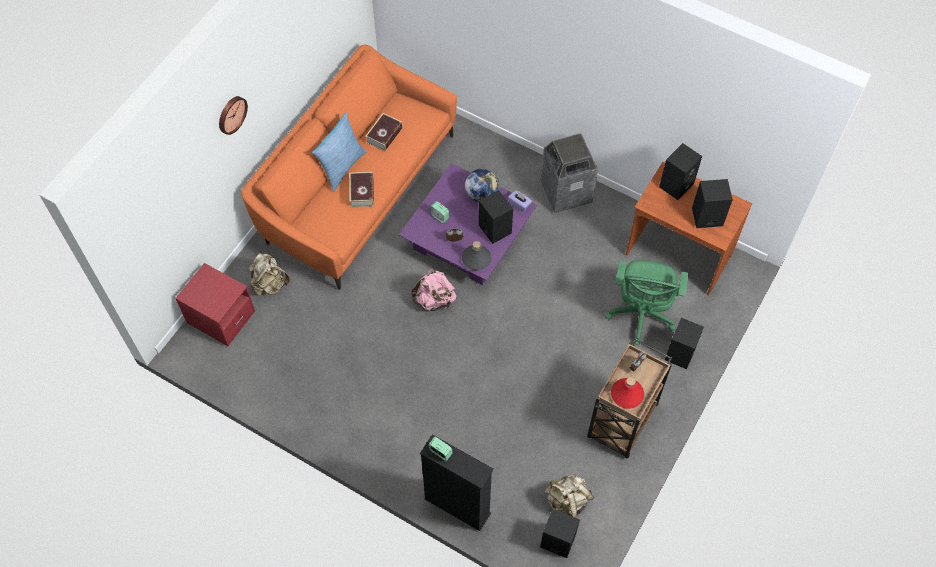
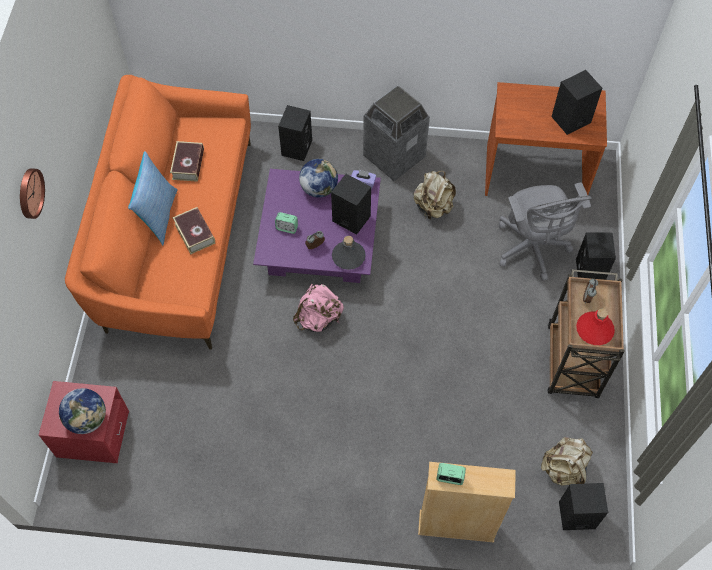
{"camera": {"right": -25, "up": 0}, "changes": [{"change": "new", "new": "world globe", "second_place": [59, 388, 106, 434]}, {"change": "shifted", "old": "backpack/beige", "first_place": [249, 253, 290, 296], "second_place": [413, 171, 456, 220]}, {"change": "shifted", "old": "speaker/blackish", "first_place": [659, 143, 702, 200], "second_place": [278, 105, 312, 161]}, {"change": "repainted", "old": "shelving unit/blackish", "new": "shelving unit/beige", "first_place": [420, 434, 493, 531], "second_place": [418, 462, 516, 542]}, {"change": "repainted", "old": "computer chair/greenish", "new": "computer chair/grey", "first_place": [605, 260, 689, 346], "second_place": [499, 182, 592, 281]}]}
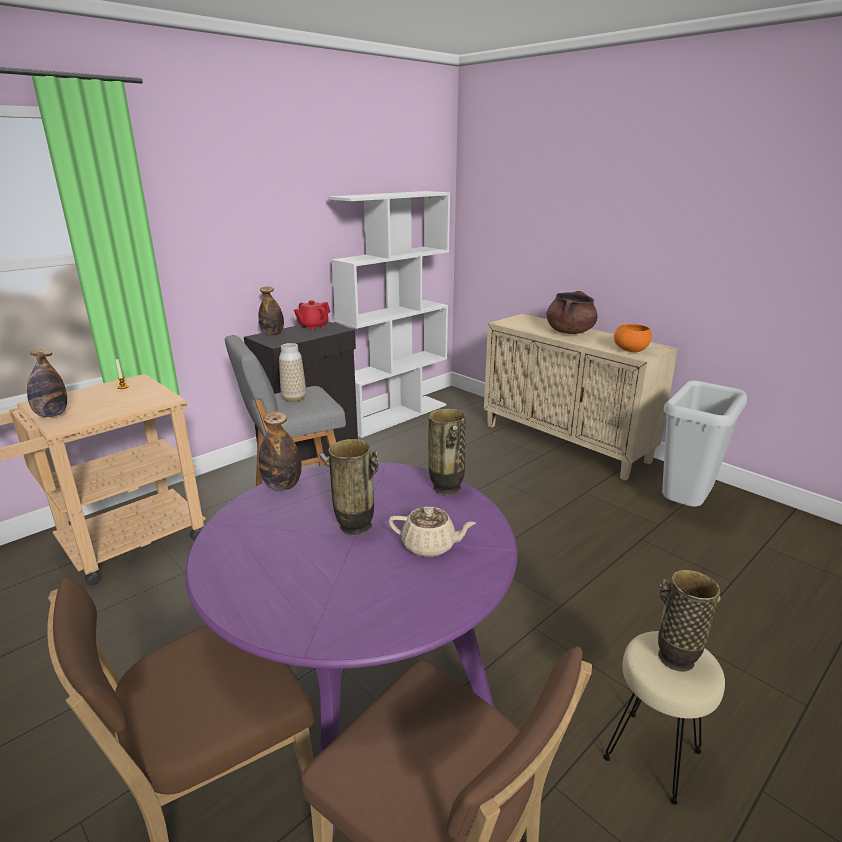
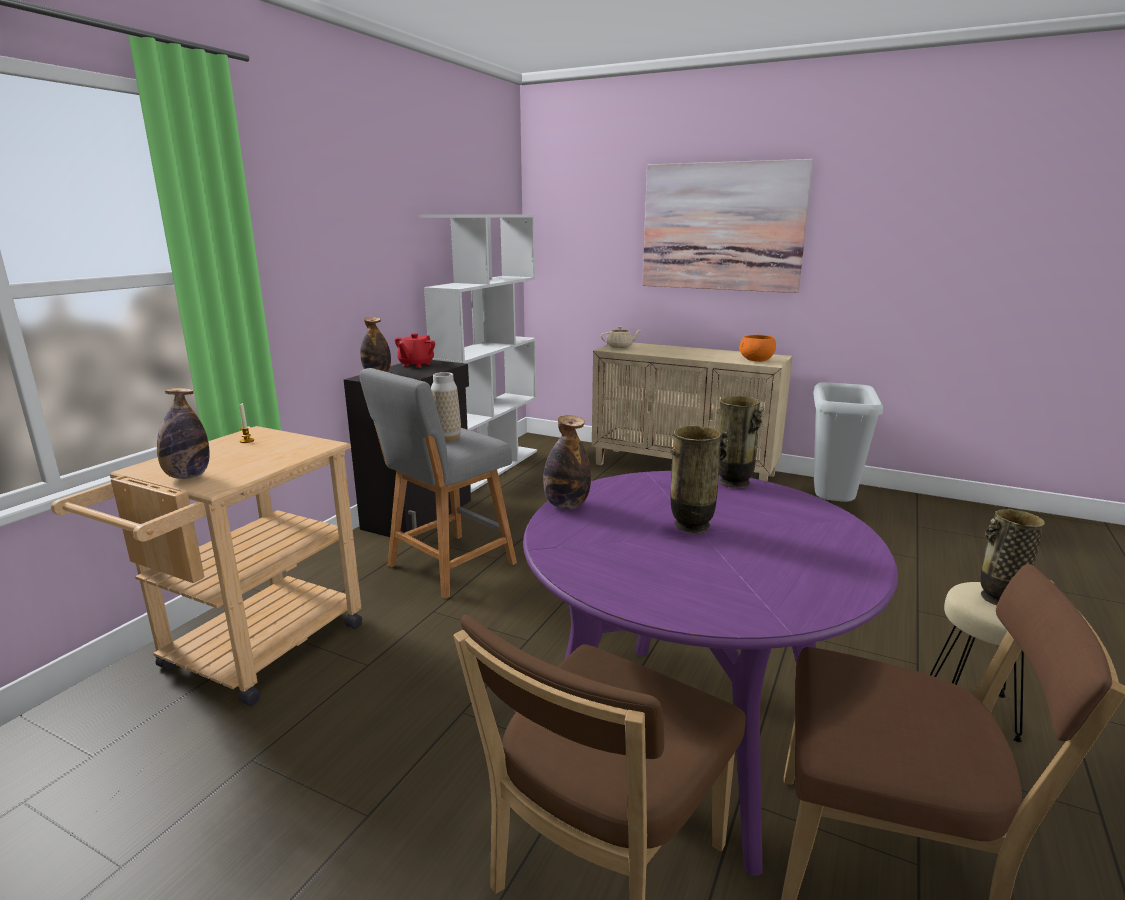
{"camera": {"right": -20, "up": -5}, "changes": [{"change": "gone", "old": "cooking pot/brown-coloured", "first_place": [546, 291, 598, 334]}, {"change": "new", "new": "picture", "second_place": [642, 159, 814, 293]}, {"change": "shifted", "old": "tea pot/beige", "first_place": [389, 507, 476, 557], "second_place": [601, 326, 642, 348]}]}
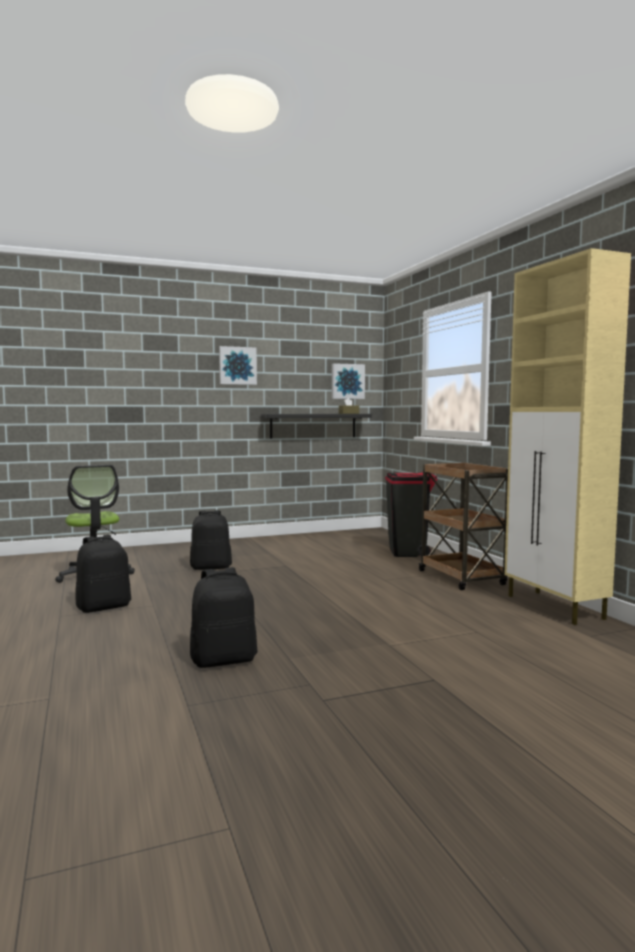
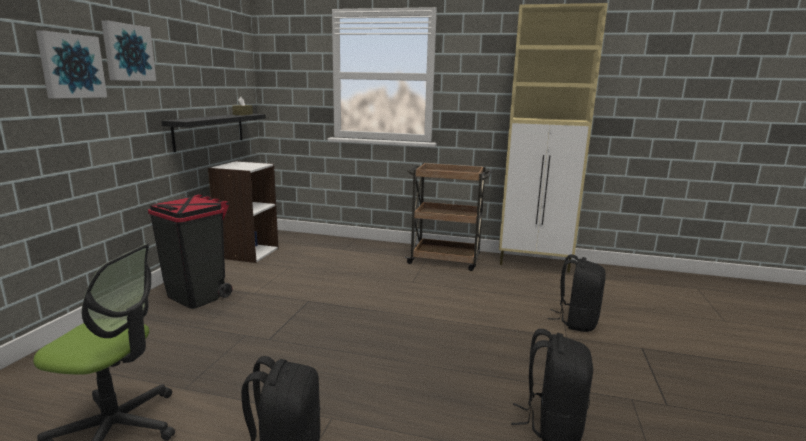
{"camera": {"right": -55, "up": 10}, "changes": [{"change": "new", "new": "shelving unit/white", "second_place": [208, 161, 278, 263]}, {"change": "shifted", "old": "backpack/blackish", "first_place": [190, 510, 232, 570], "second_place": [548, 254, 606, 332]}, {"change": "shifted", "old": "picture", "first_place": [332, 363, 365, 399], "second_place": [36, 30, 107, 98]}, {"change": "shifted", "old": "rubbish bin/blackish", "first_place": [385, 472, 438, 557], "second_place": [148, 195, 233, 309]}]}
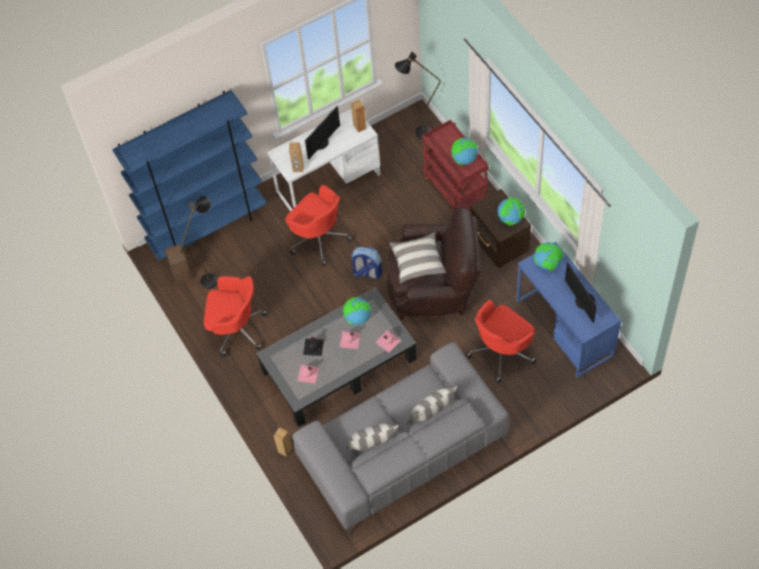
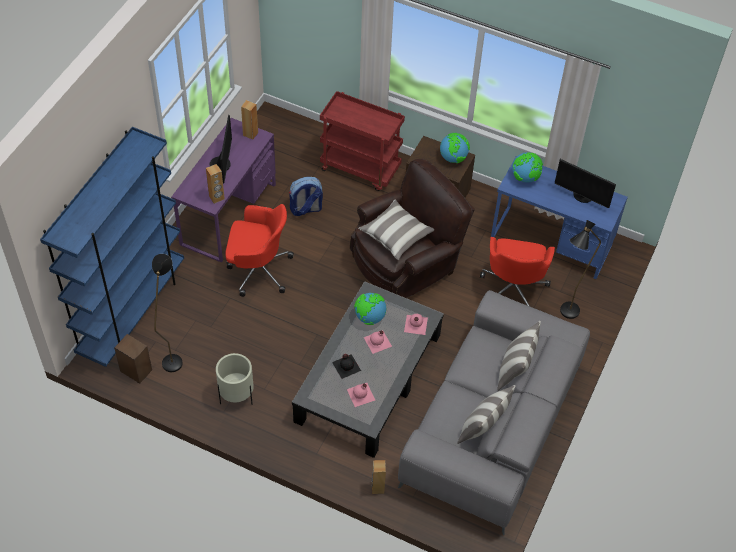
{"camera": {"right": -40, "up": -5}, "changes": [{"change": "gone", "old": "world globe", "first_place": [451, 138, 478, 165]}, {"change": "shifted", "old": "backpack", "first_place": [351, 247, 383, 280], "second_place": [289, 177, 323, 216]}, {"change": "shifted", "old": "standing lamp/blackish", "first_place": [395, 51, 441, 139], "second_place": [560, 220, 601, 319]}, {"change": "swapped", "old": "computer chair/red-coloured", "new": "plant pot/beige", "first_place": [204, 276, 267, 357], "second_place": [216, 353, 254, 405]}, {"change": "repainted", "old": "desk table/white", "new": "desk table/purple", "first_place": [267, 109, 381, 211], "second_place": [171, 118, 276, 263]}]}
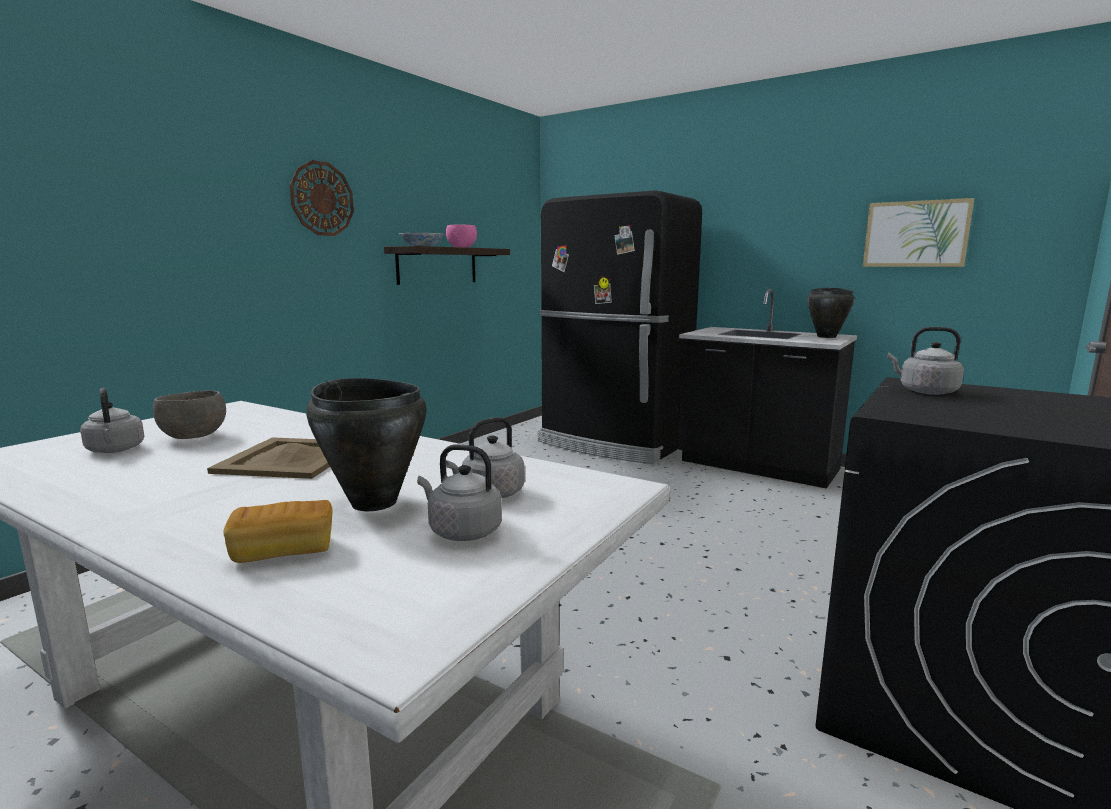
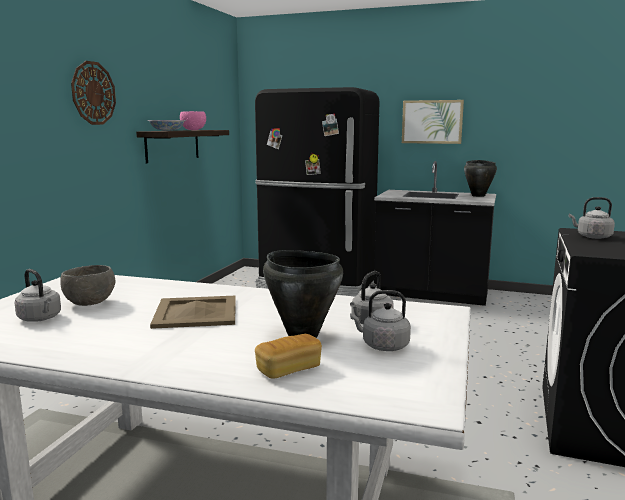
{"camera": {"right": -15, "up": 0}, "changes": [{"change": "shifted", "old": "picture", "first_place": [863, 198, 974, 267], "second_place": [402, 100, 464, 144]}]}
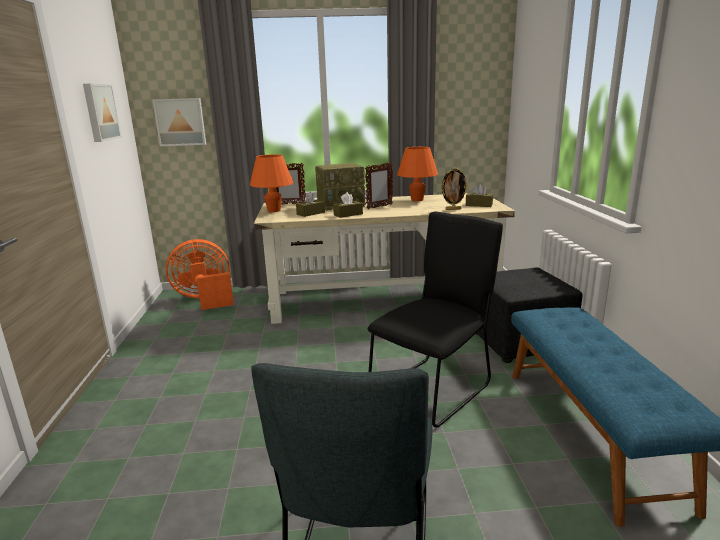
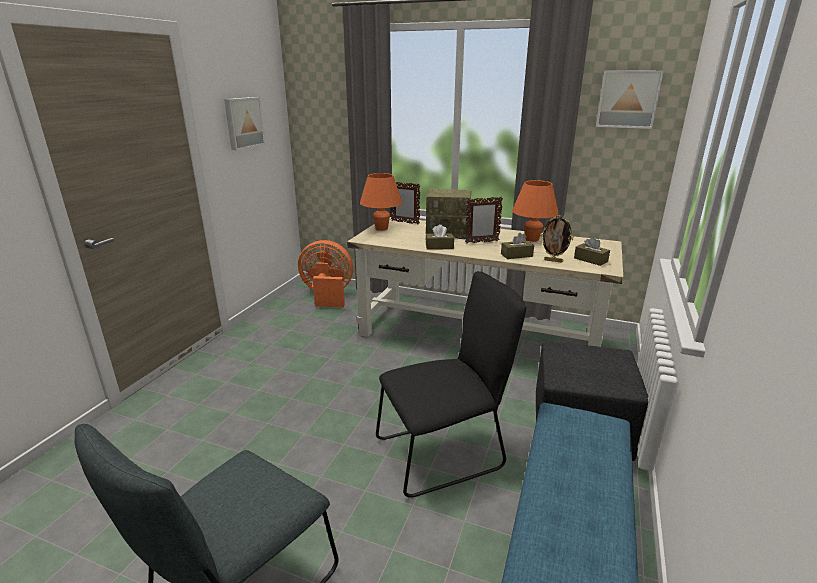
{"camera": {"right": 25, "up": 5}, "changes": [{"change": "shifted", "old": "picture", "first_place": [152, 98, 206, 146], "second_place": [596, 71, 664, 129]}, {"change": "shifted", "old": "tissue holder/brown-coloured", "first_place": [296, 192, 325, 217], "second_place": [501, 233, 534, 259]}]}
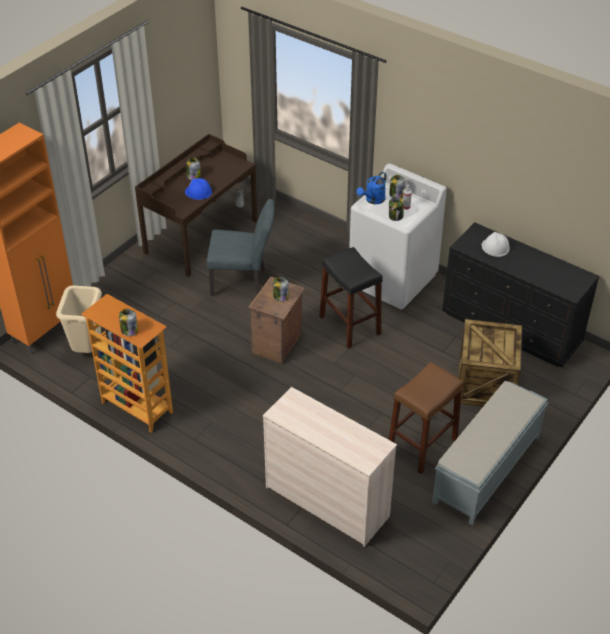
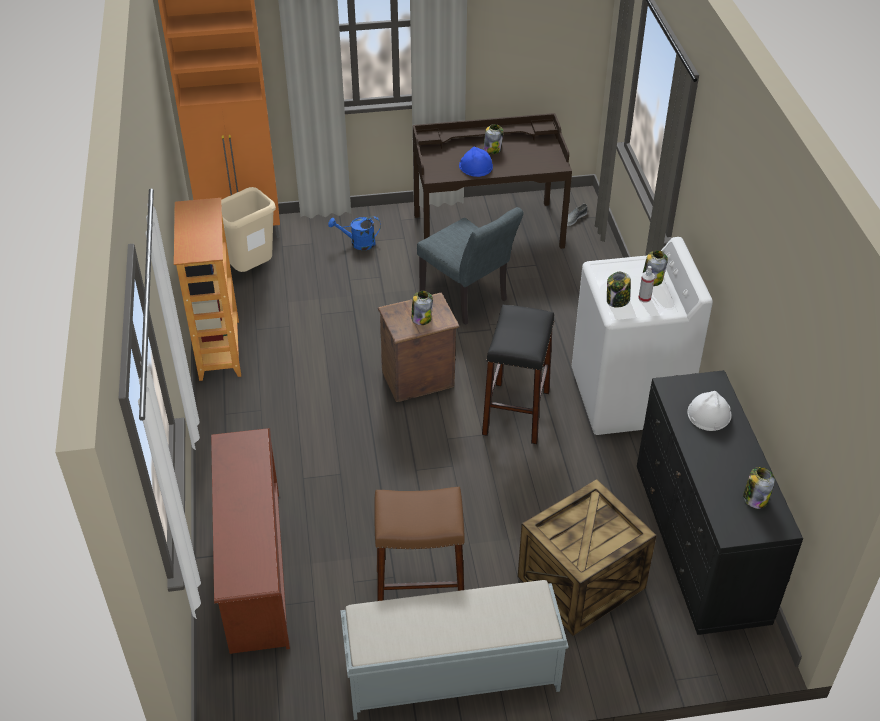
{"camera": {"right": 45, "up": 0}, "changes": [{"change": "shifted", "old": "storage jar", "first_place": [119, 309, 138, 336], "second_place": [743, 467, 775, 509]}, {"change": "shifted", "old": "sprinkling can/blue", "first_place": [356, 172, 387, 204], "second_place": [328, 216, 381, 250]}, {"change": "swapped", "old": "chest of drawers/beige", "new": "shoe shelf/brown-coloured", "first_place": [263, 387, 397, 547], "second_place": [211, 428, 290, 654]}]}
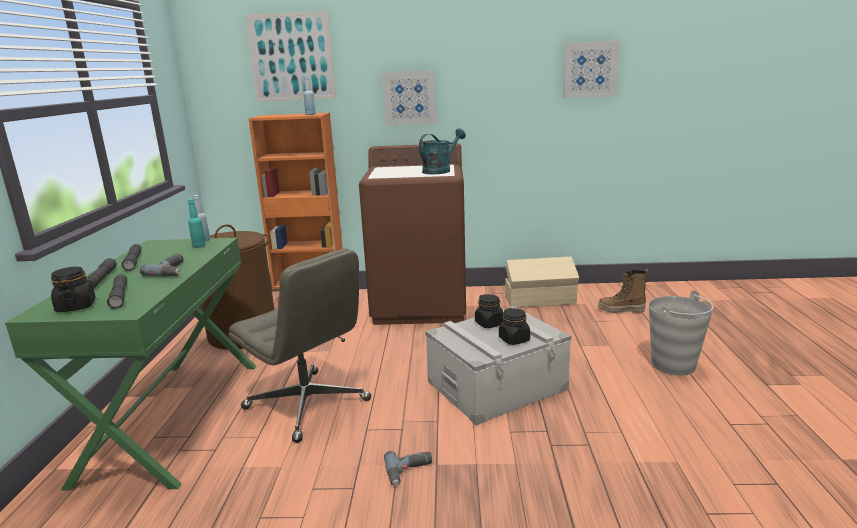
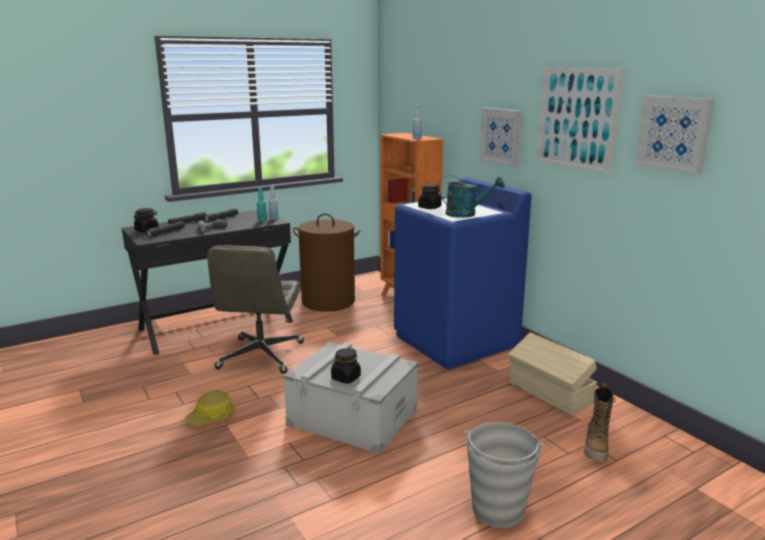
{"camera": {"right": 55, "up": 0}, "changes": [{"change": "shifted", "old": "picture", "first_place": [245, 11, 336, 102], "second_place": [536, 68, 624, 174]}, {"change": "shifted", "old": "storage jar/blackish", "first_place": [475, 294, 504, 328], "second_place": [418, 184, 442, 209]}, {"change": "swapped", "old": "drill", "new": "safety helmet", "first_place": [384, 451, 432, 486], "second_place": [185, 390, 234, 427]}, {"change": "repainted", "old": "desk table/greenish", "new": "desk table/blackish", "first_place": [5, 238, 256, 491], "second_place": [122, 210, 293, 355]}, {"change": "repainted", "old": "laundry machine/brown-coloured", "new": "laundry machine/blue", "first_place": [359, 143, 466, 325], "second_place": [394, 178, 532, 369]}, {"change": "rotated", "old": "high-top boot", "first_place": [598, 269, 648, 313], "second_place": [584, 383, 616, 461], "degrees": -135}]}
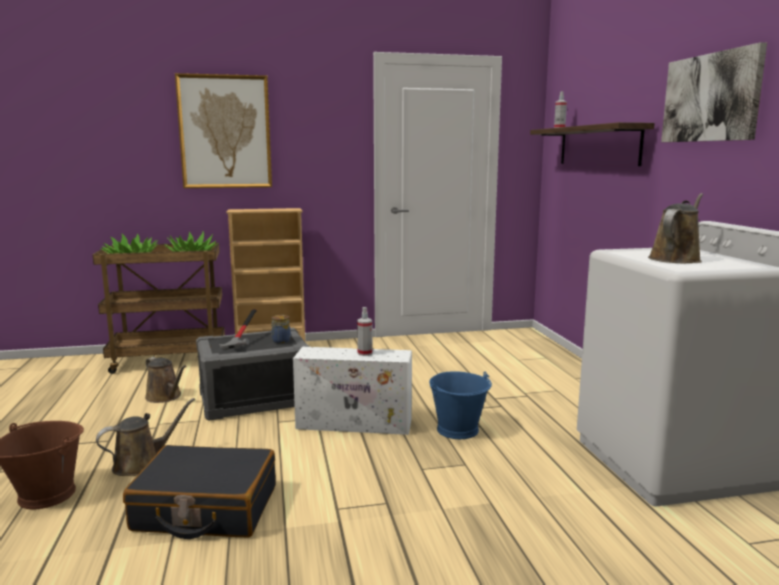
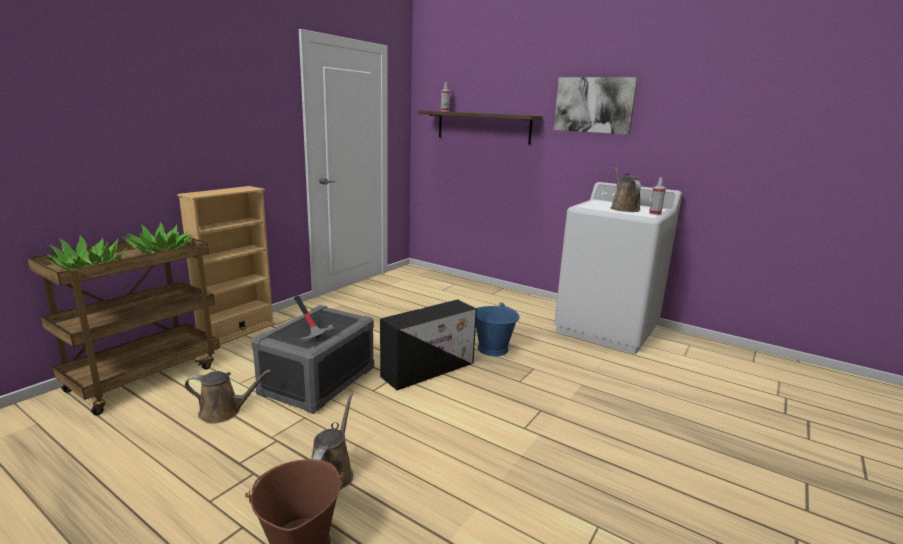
{"camera": {"right": -45, "up": 5}, "changes": [{"change": "gone", "old": "suitcase/blackish", "first_place": [123, 445, 276, 539]}, {"change": "gone", "old": "picture", "first_place": [175, 73, 272, 188]}, {"change": "gone", "old": "storage jar", "first_place": [271, 315, 291, 343]}, {"change": "shifted", "old": "hand sprayer", "first_place": [357, 307, 373, 356], "second_place": [649, 177, 666, 215]}, {"change": "repainted", "old": "storage box/white", "new": "storage box/blackish", "first_place": [293, 347, 412, 435], "second_place": [380, 299, 477, 390]}]}
